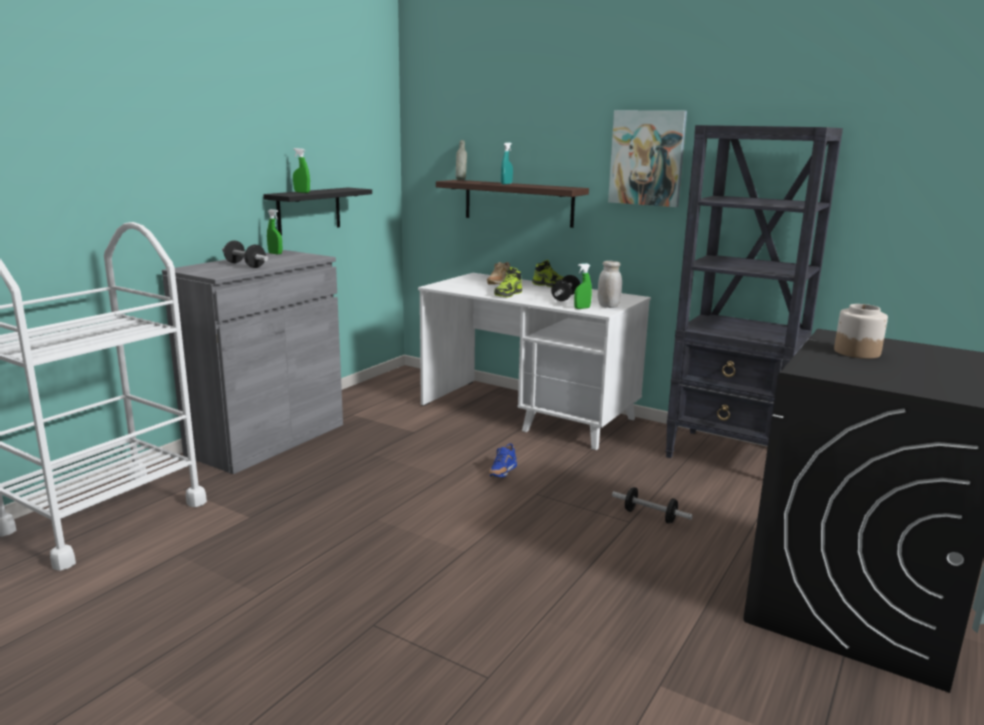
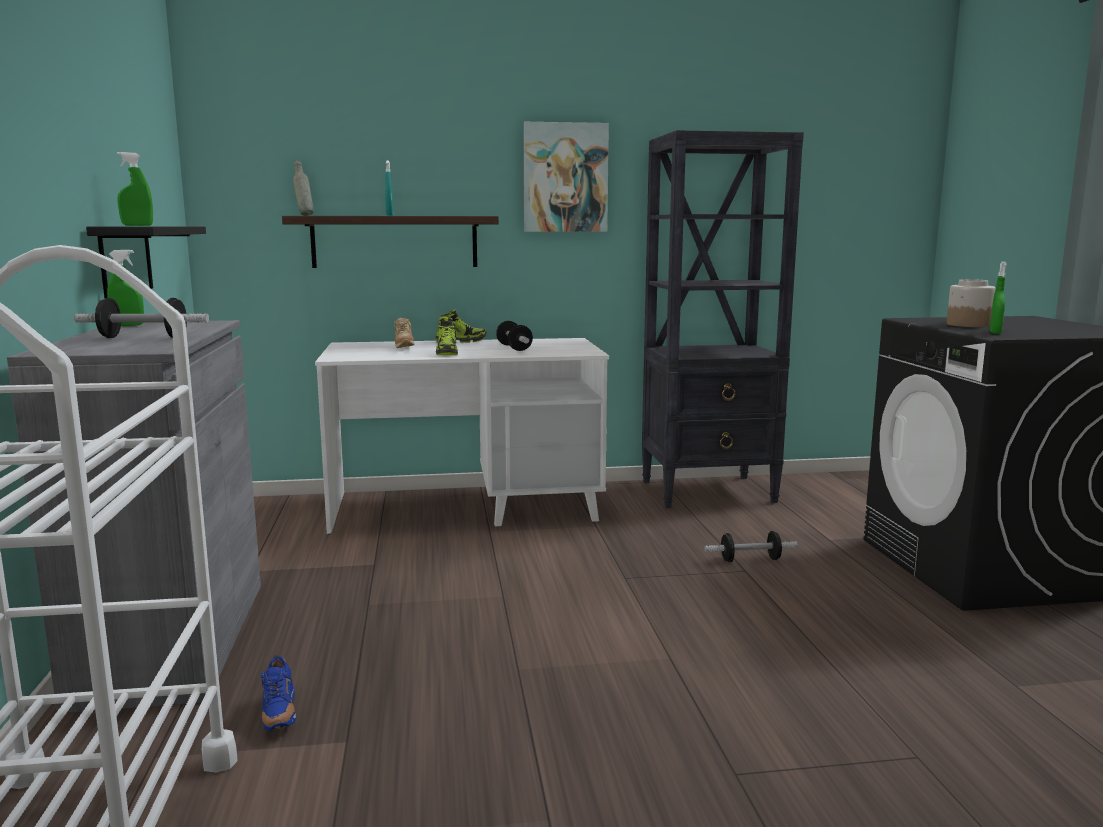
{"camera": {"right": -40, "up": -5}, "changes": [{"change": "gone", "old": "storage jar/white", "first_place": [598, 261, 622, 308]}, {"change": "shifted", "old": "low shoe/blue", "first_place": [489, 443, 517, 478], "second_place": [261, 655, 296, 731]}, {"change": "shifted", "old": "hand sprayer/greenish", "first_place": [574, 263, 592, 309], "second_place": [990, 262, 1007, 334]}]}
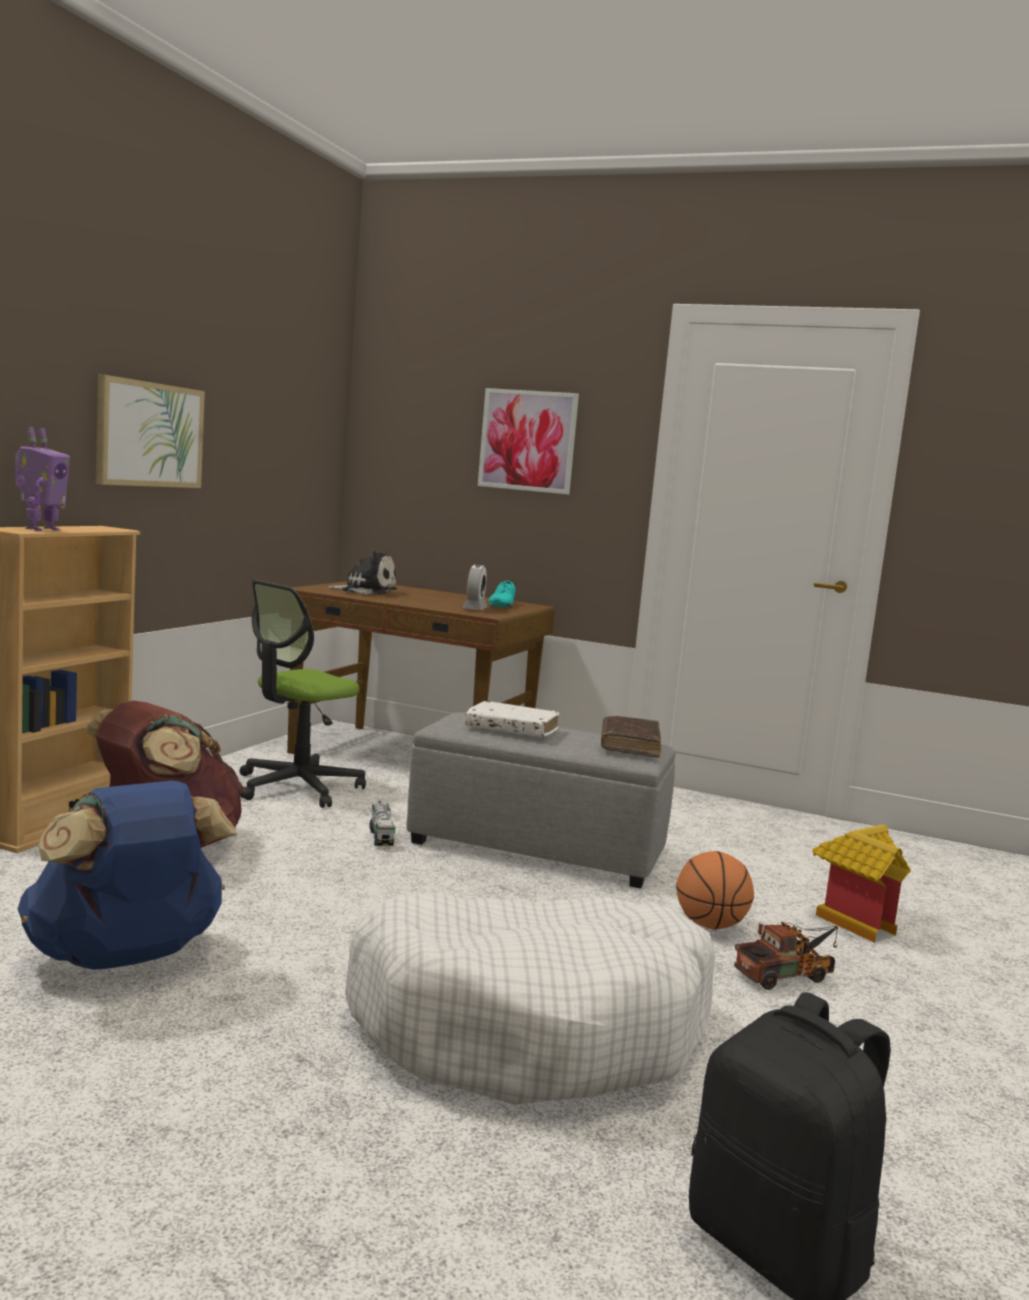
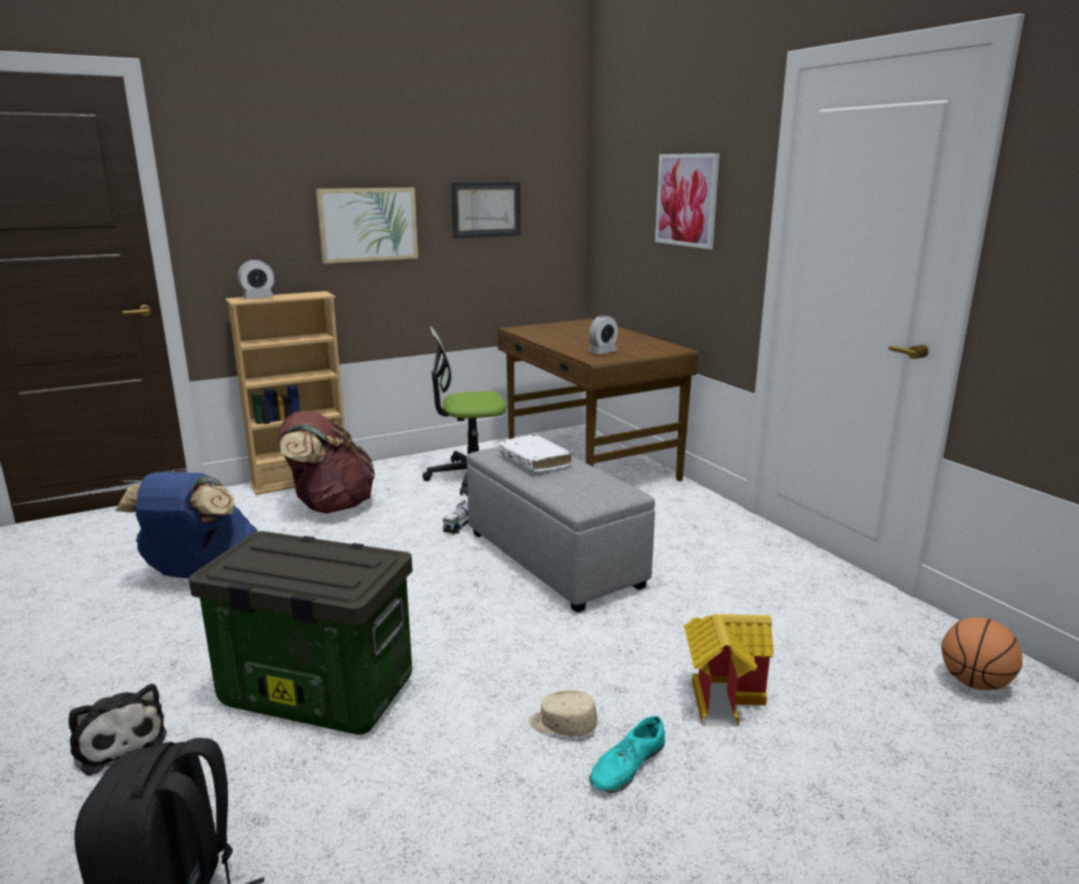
{"camera": {"right": 40, "up": 10}, "changes": [{"change": "gone", "old": "volume/brown-coloured", "first_place": [601, 716, 661, 757]}, {"change": "new", "new": "picture", "second_place": [451, 182, 521, 239]}, {"change": "shifted", "old": "soft toy", "first_place": [326, 550, 397, 595], "second_place": [69, 684, 167, 776]}, {"change": "shifted", "old": "low shoe/turquoise-coloured", "first_place": [488, 581, 516, 608], "second_place": [589, 716, 665, 793]}, {"change": "shifted", "old": "basketball", "first_place": [676, 851, 754, 930], "second_place": [942, 617, 1023, 690]}, {"change": "swapped", "old": "robot figure", "new": "bedside clock", "first_place": [15, 427, 70, 531], "second_place": [237, 260, 275, 299]}, {"change": "swapped", "old": "dog cushion/white", "new": "storage box", "first_place": [345, 893, 715, 1105], "second_place": [189, 531, 412, 734]}, {"change": "swapped", "old": "toy lorry", "new": "cap/beige", "first_place": [734, 922, 838, 990], "second_place": [529, 690, 597, 737]}]}
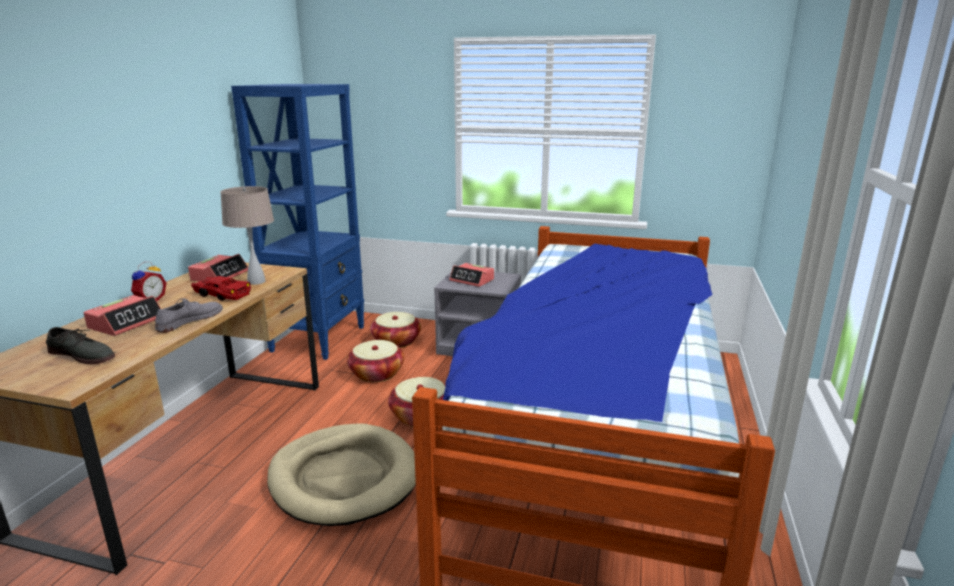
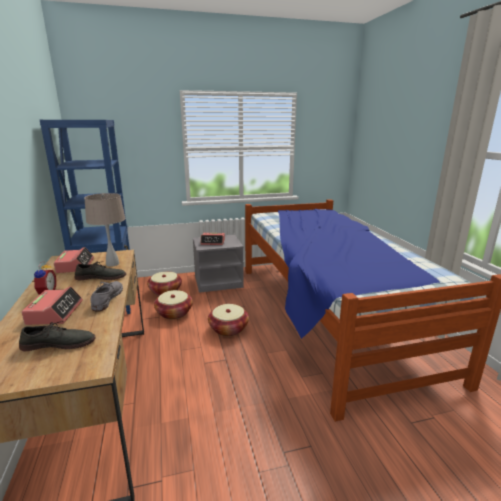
{"camera": {"right": -30, "up": 0}, "changes": [{"change": "gone", "old": "dog cushion/beige", "first_place": [267, 423, 416, 526]}, {"change": "swapped", "old": "miniature car/red-coloured", "new": "low shoe/grey", "first_place": [191, 276, 251, 301], "second_place": [75, 262, 126, 280]}]}
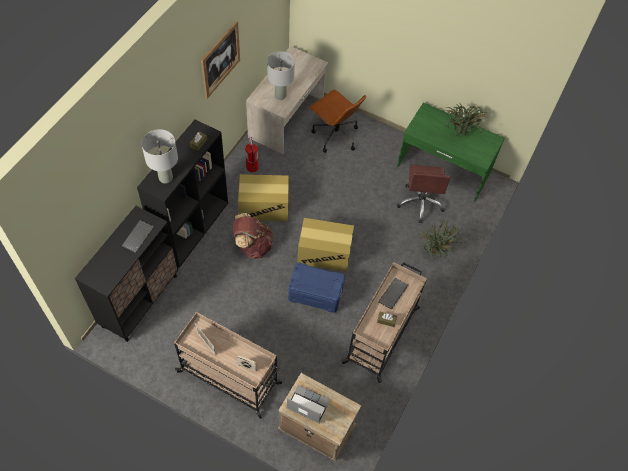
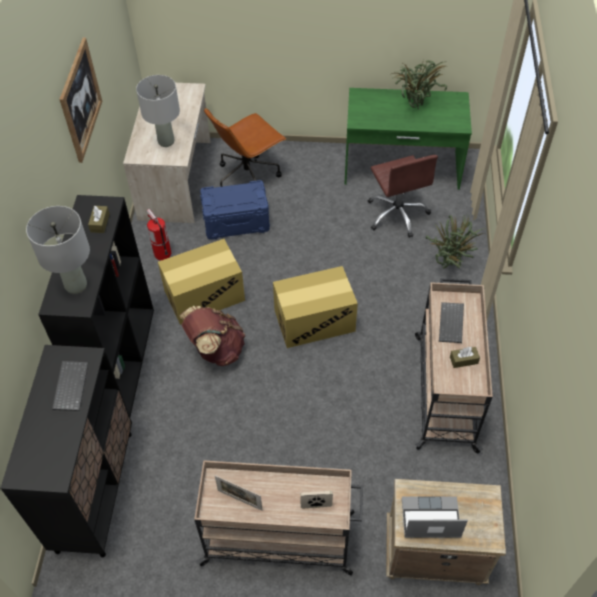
{"camera": {"right": -20, "up": -5}, "changes": [{"change": "shifted", "old": "storage box/blue", "first_place": [288, 262, 345, 313], "second_place": [200, 180, 270, 240]}, {"change": "rotated", "old": "computer chair/brown-coloured", "first_place": [308, 89, 366, 153], "second_place": [204, 108, 286, 187], "degrees": 120}]}
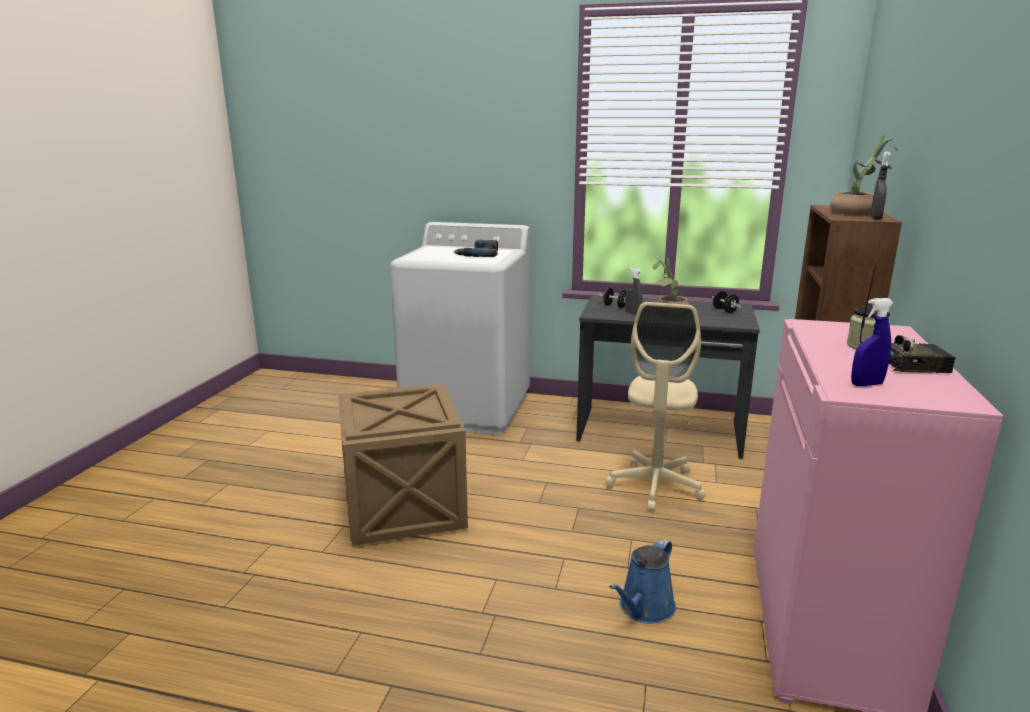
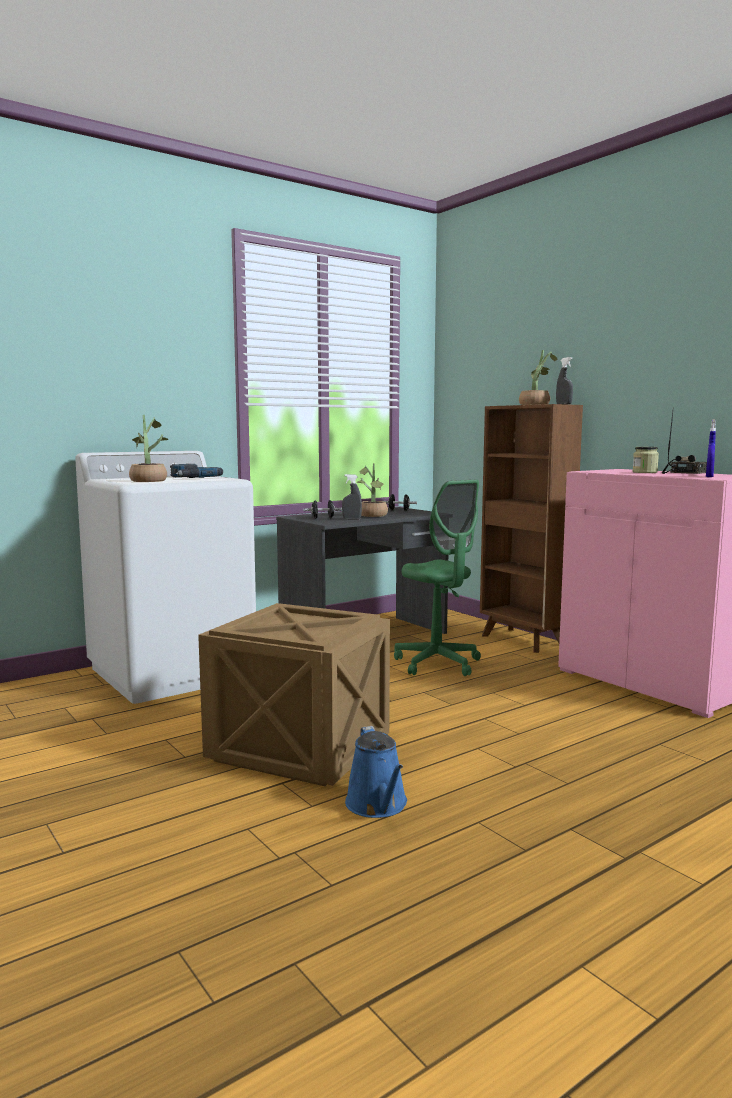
{"camera": {"right": -50, "up": -10}, "changes": [{"change": "new", "new": "plant in a pot", "second_place": [129, 415, 169, 482]}, {"change": "shifted", "old": "sprinkling can/blue", "first_place": [609, 538, 676, 624], "second_place": [345, 726, 407, 818]}, {"change": "repainted", "old": "computer chair/beige", "new": "computer chair/greenish", "first_place": [606, 302, 706, 512], "second_place": [394, 480, 481, 676]}]}
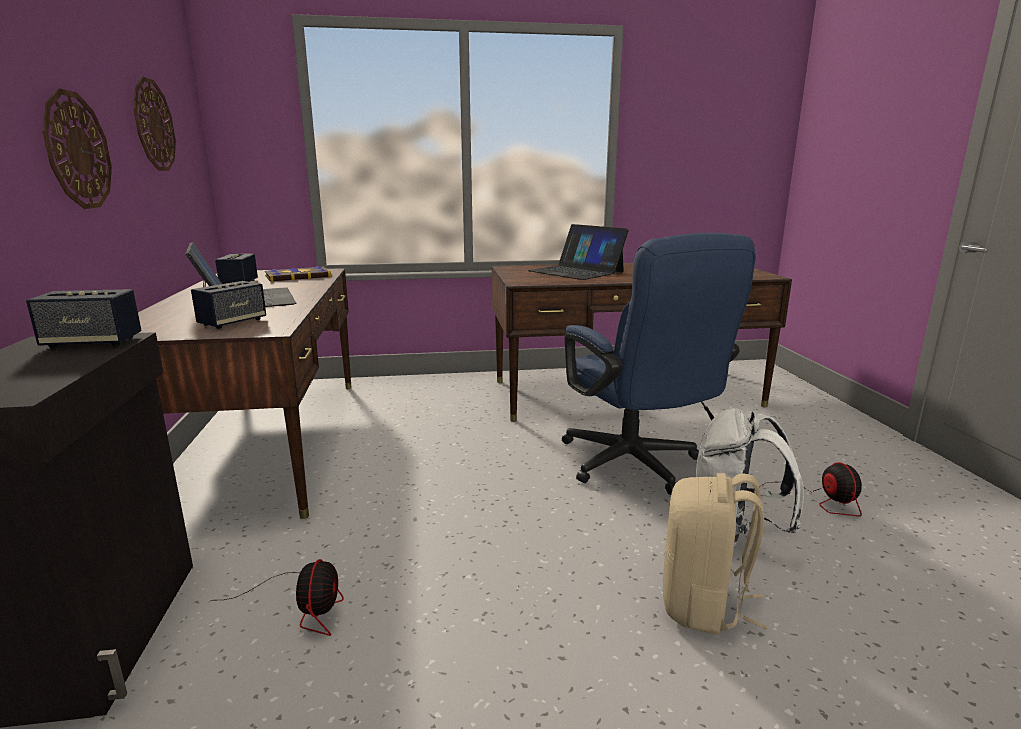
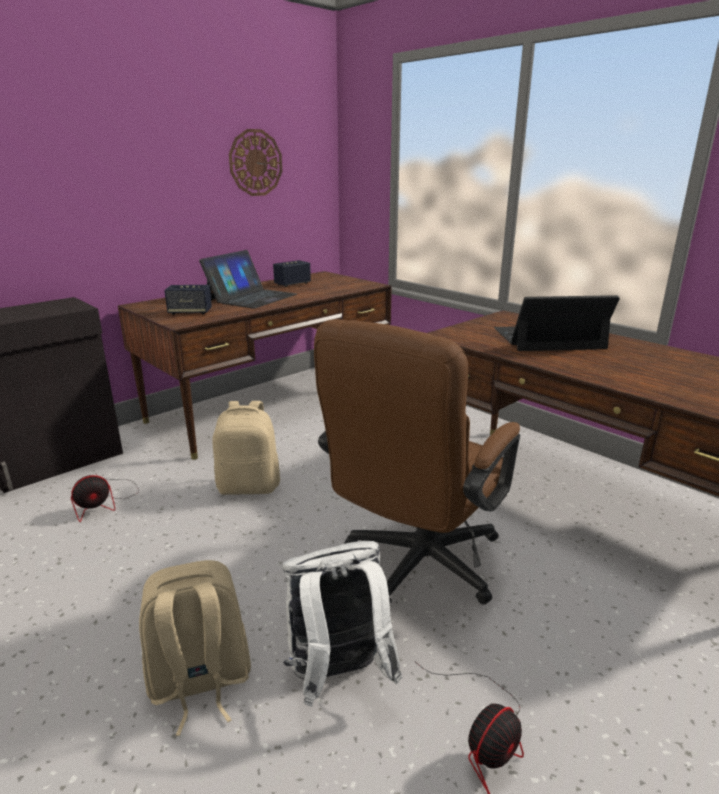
{"camera": {"right": 55, "up": 5}, "changes": [{"change": "gone", "old": "speaker", "first_place": [26, 289, 141, 348]}, {"change": "gone", "old": "wall clock", "first_place": [42, 89, 112, 209]}, {"change": "gone", "old": "volume", "first_place": [265, 266, 331, 282]}, {"change": "new", "new": "backpack/beige", "second_place": [212, 401, 280, 495]}, {"change": "repainted", "old": "computer chair/blue", "new": "computer chair/brown-coloured", "first_place": [562, 233, 756, 495], "second_place": [314, 319, 520, 604]}, {"change": "rotated", "old": "laptop", "first_place": [528, 224, 629, 280], "second_place": [494, 295, 620, 351], "degrees": 75}]}
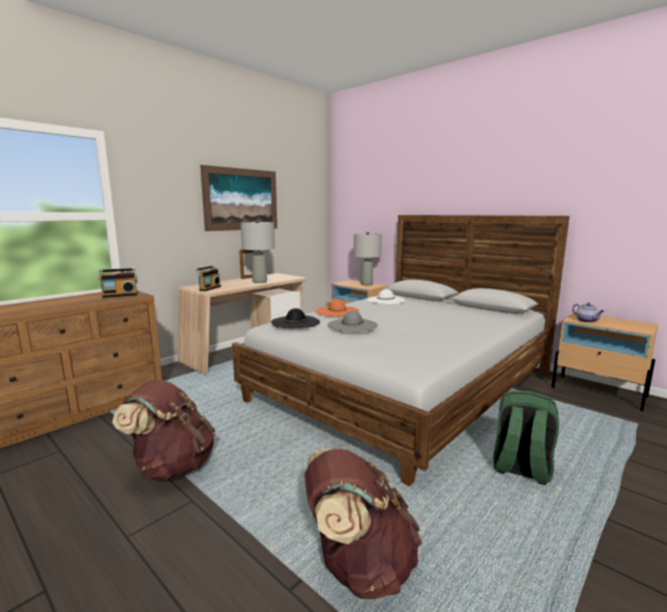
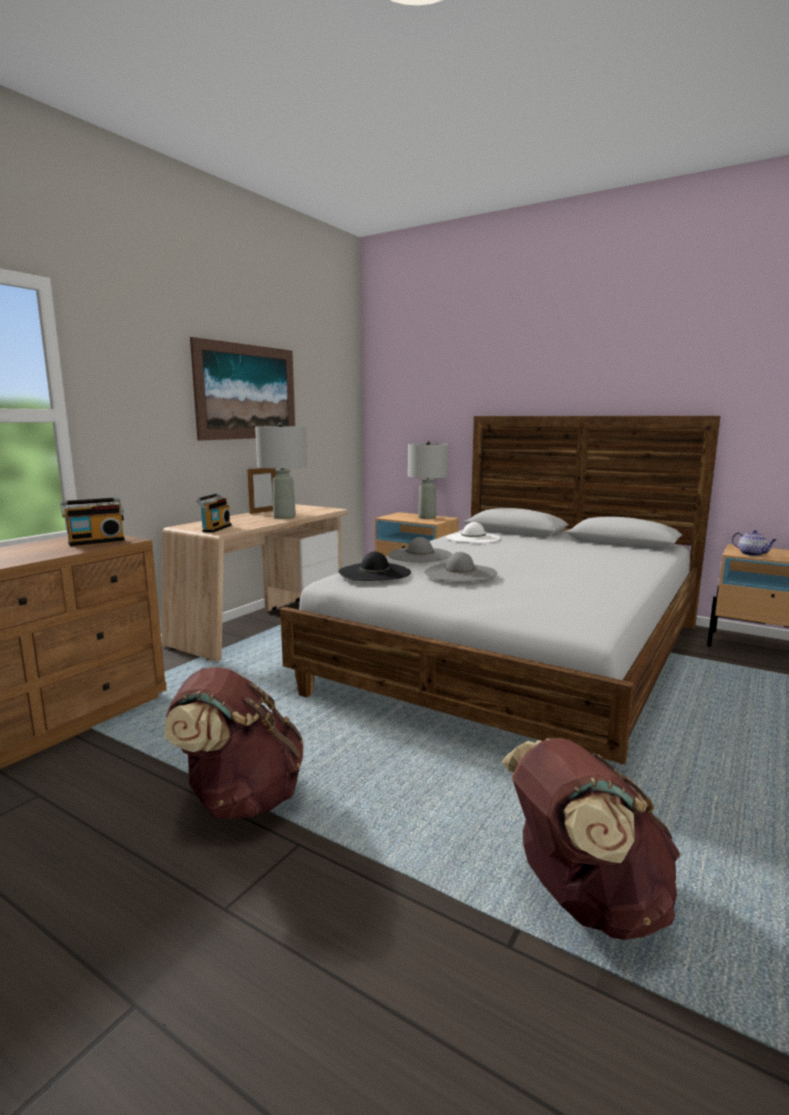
{"camera": {"right": -10, "up": 0}, "changes": [{"change": "gone", "old": "backpack/greenish", "first_place": [493, 391, 559, 485]}, {"change": "repainted", "old": "wearable hat/orange-coloured", "new": "wearable hat/grey", "first_place": [315, 299, 359, 317], "second_place": [388, 537, 452, 563]}]}
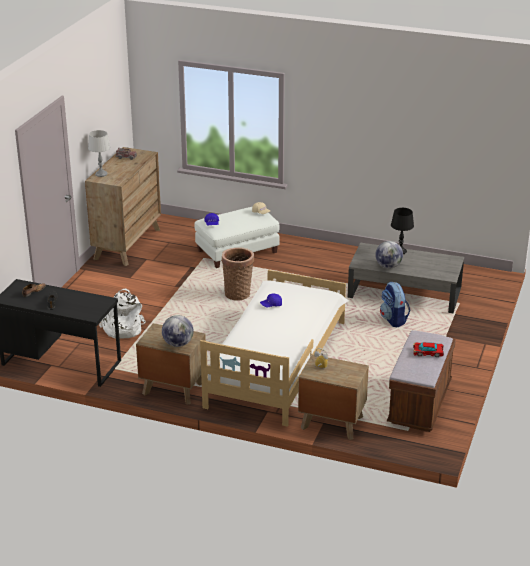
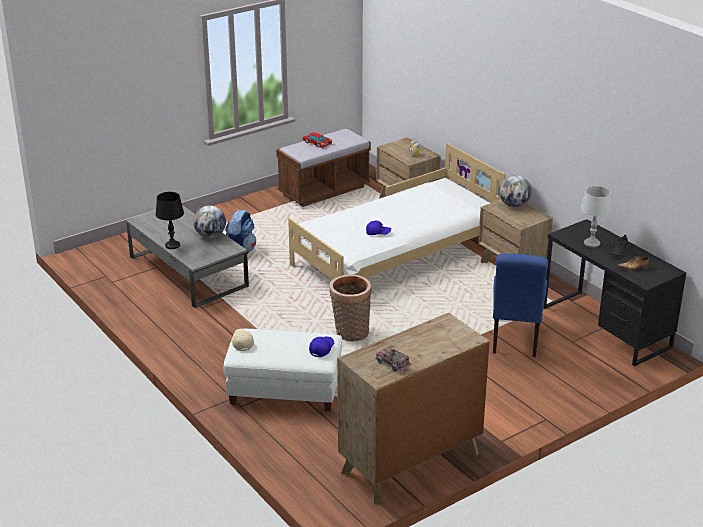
{"camera": {"right": -145, "up": 0}, "changes": [{"change": "shifted", "old": "tabletop lamp/grey", "first_place": [88, 130, 111, 177], "second_place": [581, 186, 611, 248]}, {"change": "swapped", "old": "backpack/white", "new": "chair/blue", "first_place": [99, 289, 146, 339], "second_place": [493, 253, 548, 357]}]}
